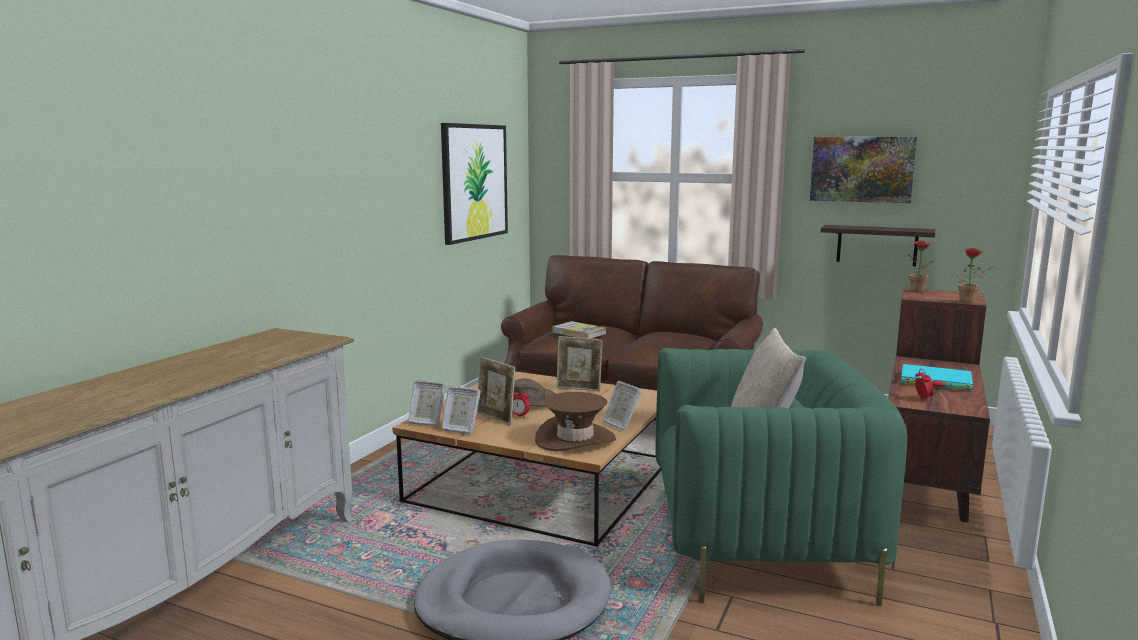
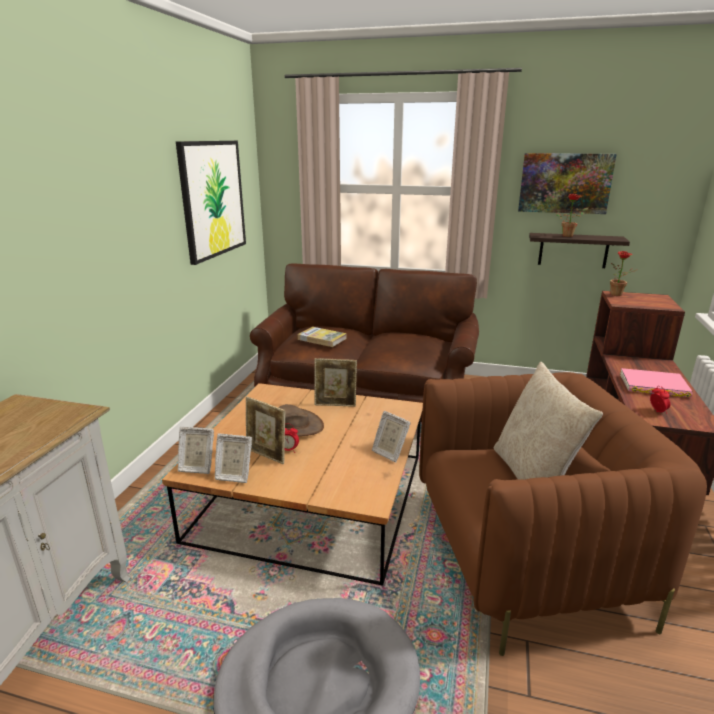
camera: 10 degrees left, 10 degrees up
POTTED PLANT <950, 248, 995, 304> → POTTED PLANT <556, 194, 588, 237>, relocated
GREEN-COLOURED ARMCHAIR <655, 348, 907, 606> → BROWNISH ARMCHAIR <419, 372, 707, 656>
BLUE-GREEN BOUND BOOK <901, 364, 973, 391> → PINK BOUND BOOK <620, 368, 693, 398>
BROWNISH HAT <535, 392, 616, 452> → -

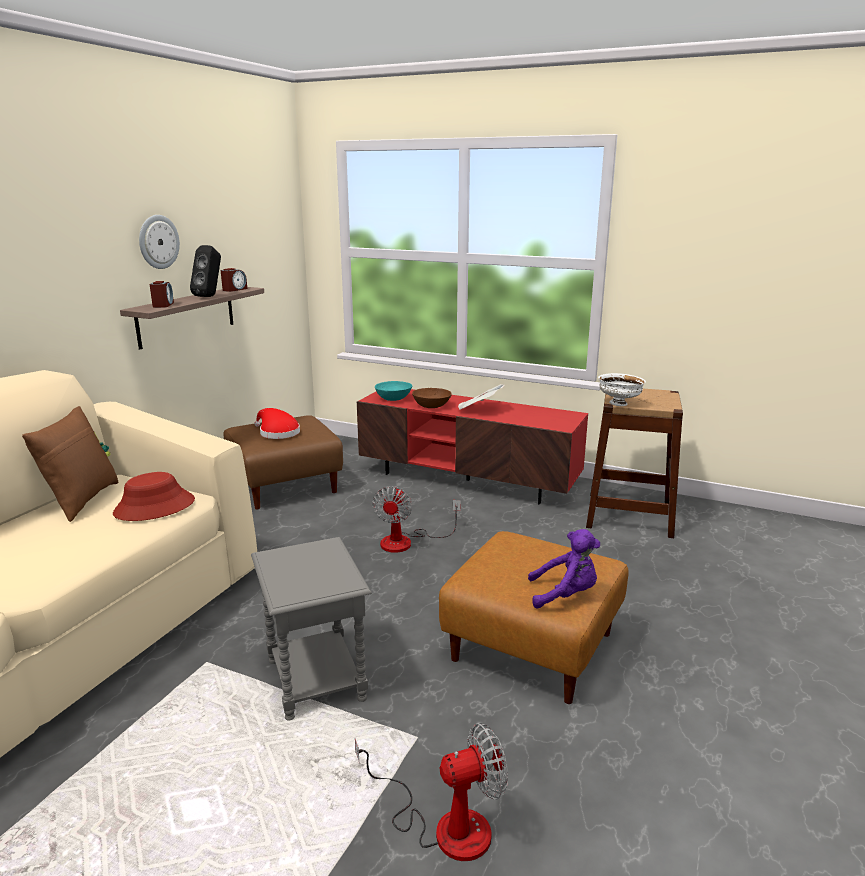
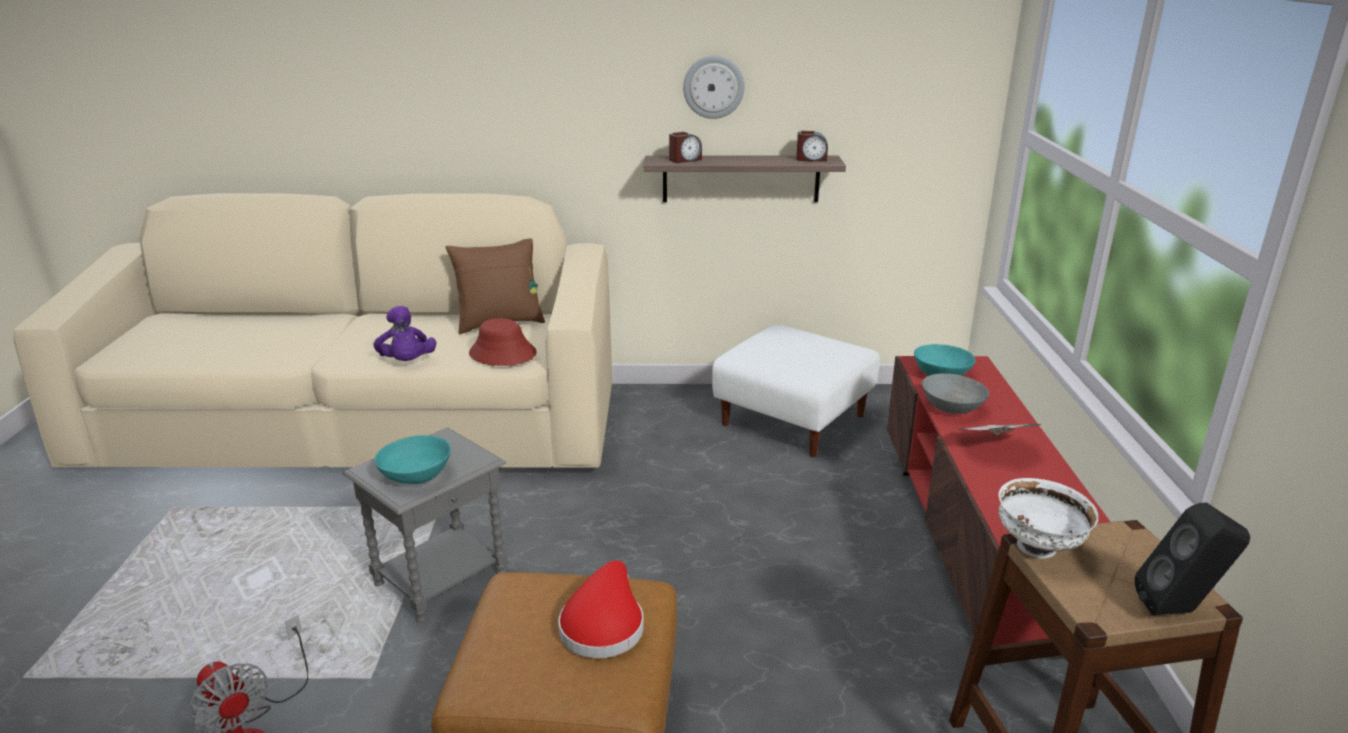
camera: 65 degrees right, 5 degrees up
BLACK-COLOURED SPEAKER <190, 245, 221, 297> → BLACK-COLOURED SPEAKER <1135, 502, 1250, 615>, relocated
BROWNISH DEEP DISH <412, 388, 452, 408> → GREYISH DEEP DISH <922, 373, 989, 414>
RED-COLOURED HAT <254, 408, 300, 439> → RED-COLOURED HAT <558, 560, 644, 658>, relocated
BROWNISH OTTOMAN <223, 415, 343, 509> → WHITISH OTTOMAN <712, 325, 880, 457>
COOLING FAN <372, 486, 461, 553> → -
PURPLISH PLUSH TOY <528, 529, 600, 609> → PURPLISH PLUSH TOY <373, 306, 436, 361>, relocated
- → BLUE-GREEN DEEP DISH <374, 435, 451, 484>

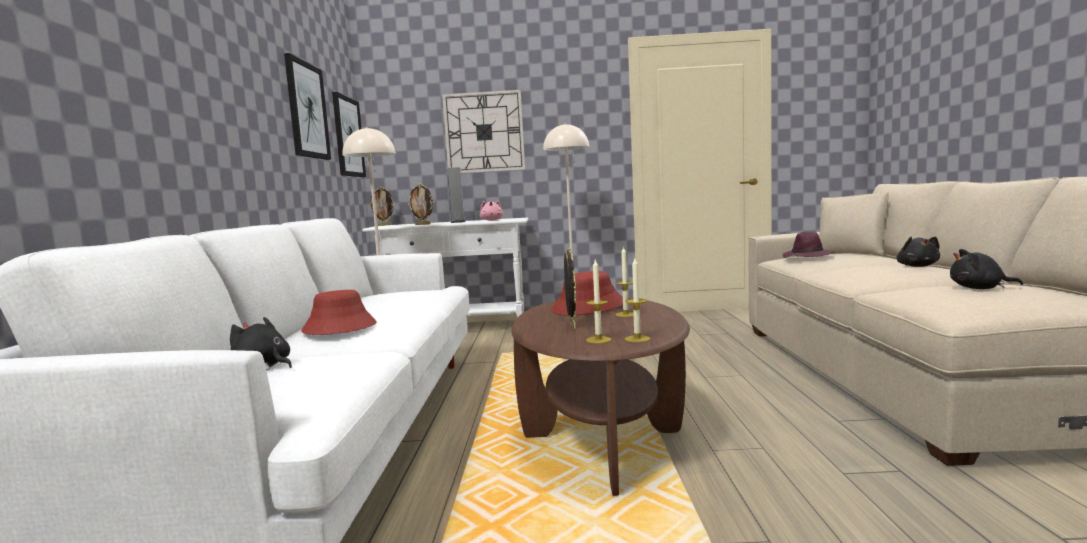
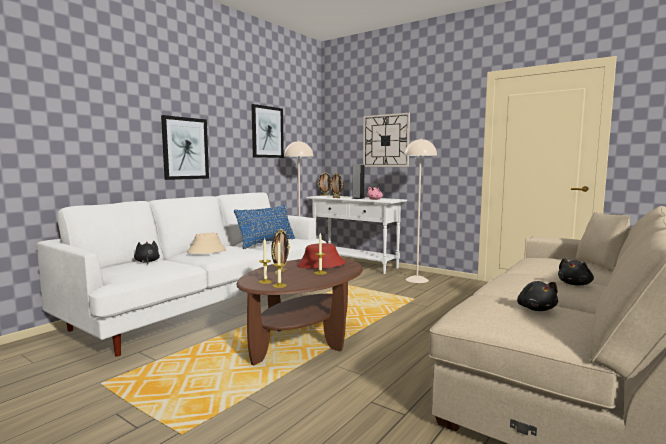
camera: 35 degrees right, 0 degrees up
PICTURE <332, 92, 366, 177> → PICTURE <161, 115, 209, 180>, relocated
PURPLISH HAT <783, 232, 835, 258> → -
BLACK-COLOURED PLUSH TOY <950, 249, 1023, 289> → BLACK-COLOURED PLUSH TOY <517, 281, 558, 311>, 150 degrees counterclockwise
RED-COLOURED HAT <301, 290, 377, 335> → BEIGE HAT <187, 233, 226, 254>
- → BLUE-COLOURED CUSHION <234, 204, 295, 249>

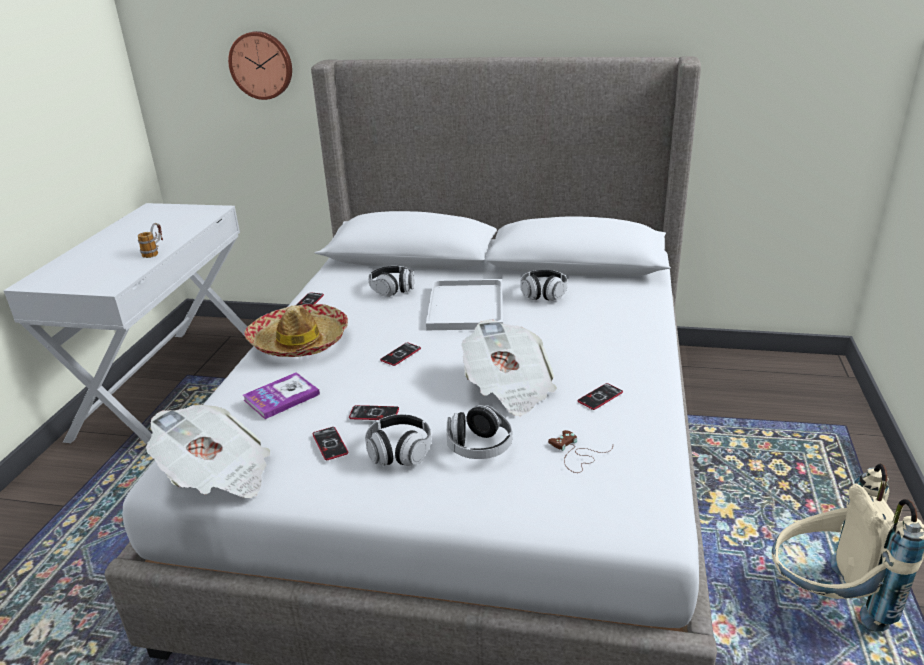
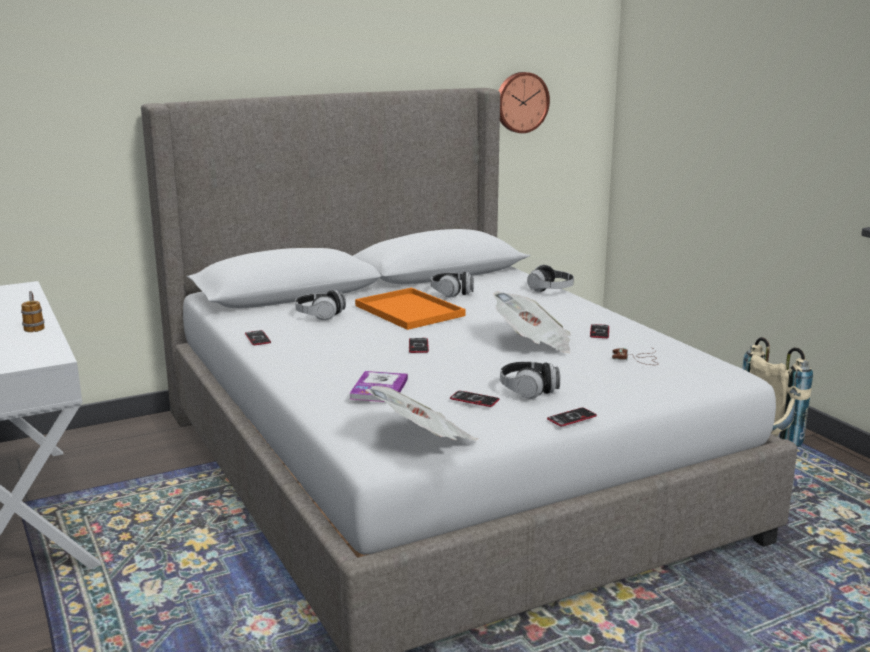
camera: 40 degrees left, 10 degrees down
WALL CLOCK <228, 31, 292, 100> → WALL CLOCK <498, 72, 550, 133>, relocated
WHITISH TRAY <426, 279, 503, 330> → ORANGEY TRAY <355, 287, 466, 330>
HAT <244, 304, 348, 357> → -
TELEPHONE <349, 405, 399, 420> → TELEPHONE <547, 408, 597, 427>, relocated
PAIR OF HEADPHONES <446, 405, 512, 459> → PAIR OF HEADPHONES <527, 265, 574, 292>, relocated

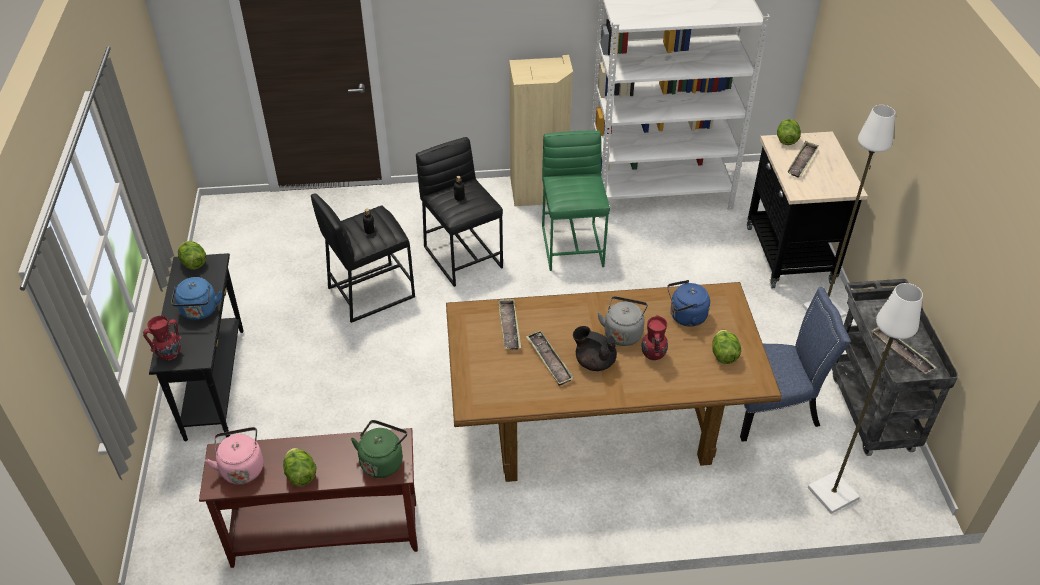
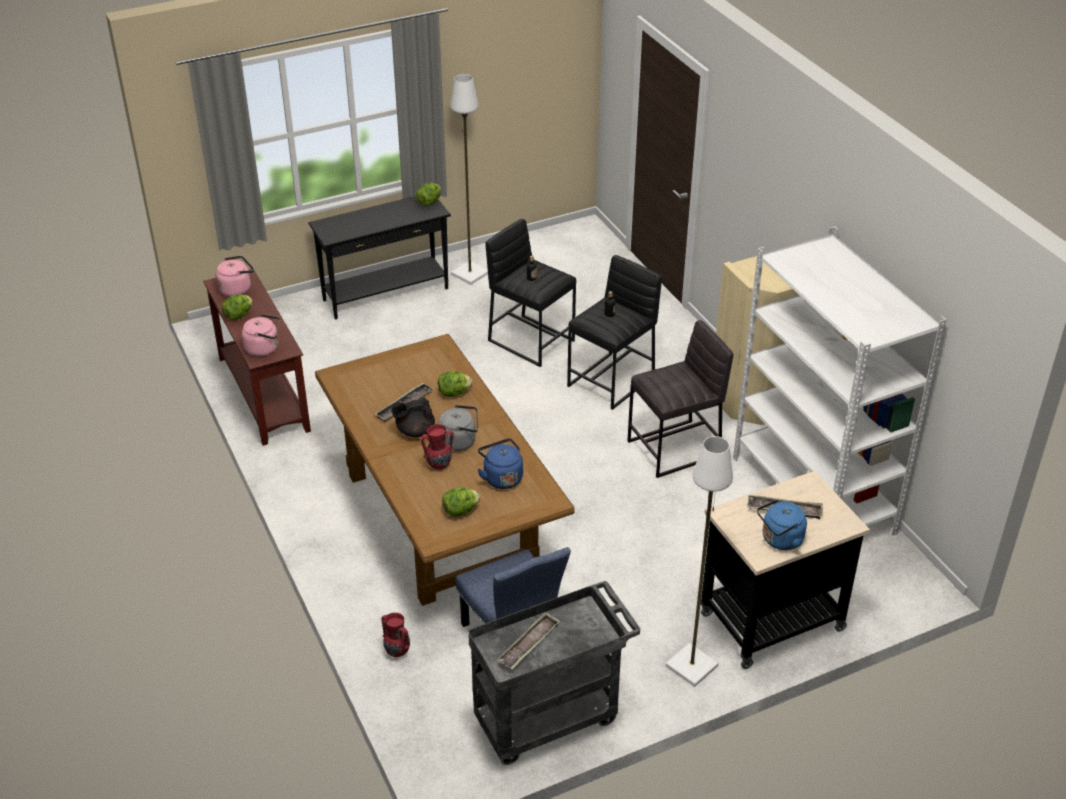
camera: 70 degrees right, 5 degrees down
LETTUCE <777, 119, 801, 145> → LETTUCE <438, 371, 472, 397>, relocated
GREEN-COLOURED SITTING STOOL <542, 130, 610, 271> → GREYISH SITTING STOOL <627, 320, 734, 478>
BLUE-COLOURED KETTLE <171, 277, 222, 320> → BLUE-COLOURED KETTLE <757, 499, 807, 550>, relocated
WHITISH STANDARD LAMP <808, 283, 923, 514> → WHITISH STANDARD LAMP <450, 74, 488, 285>, relocated
TRAY <498, 299, 521, 350> → -
RED-COLOURED FLOWER VASE <143, 316, 181, 360> → RED-COLOURED FLOWER VASE <381, 613, 410, 658>, relocated
BLACK-COLOURED TEAPOT <573, 326, 617, 371> → BLACK-COLOURED TEAPOT <391, 397, 435, 437>, 120 degrees counterclockwise
GREEN-COLOURED KETTLE <351, 420, 407, 478> → PINK KETTLE <242, 314, 281, 357>

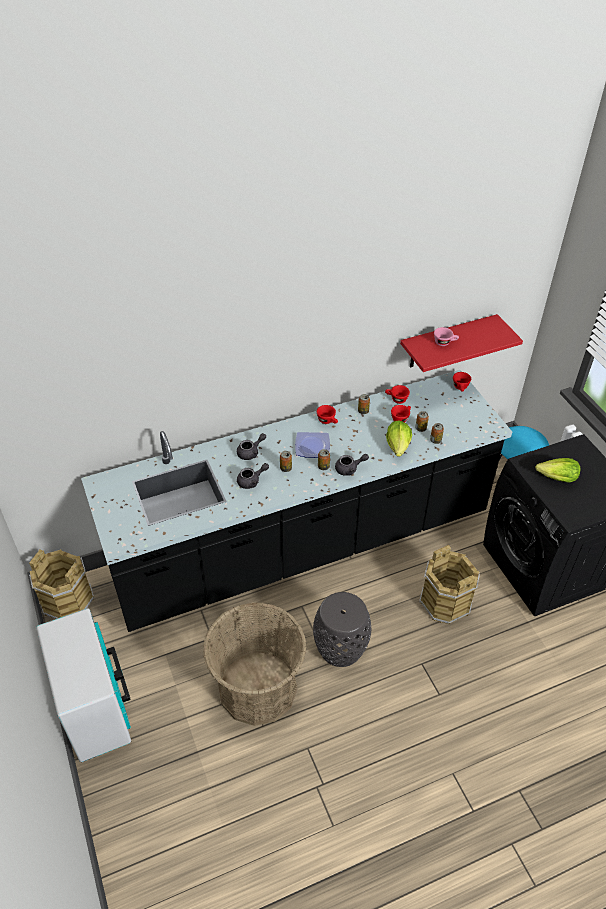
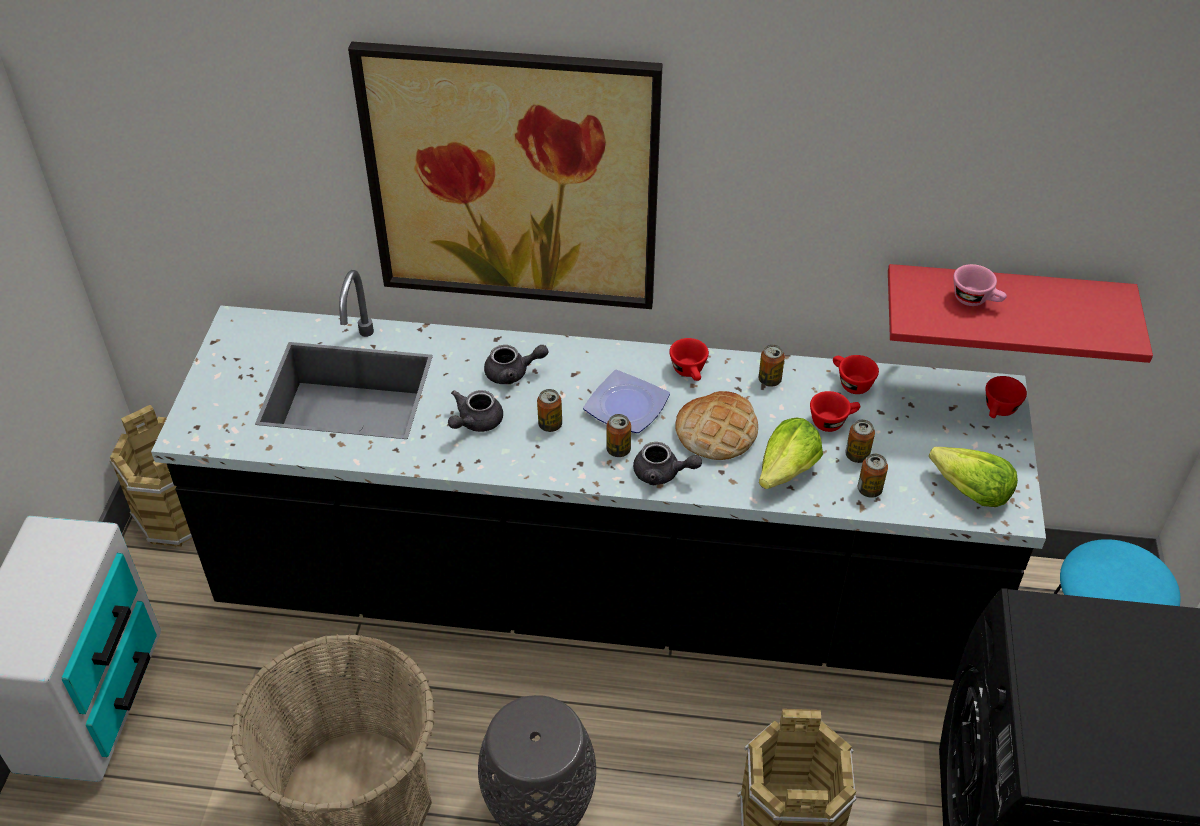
camera: 30 degrees right, 0 degrees up
LETTUCE <536, 458, 581, 483> → LETTUCE <929, 447, 1018, 507>, relocated
GREYISH TEAPOT <237, 463, 269, 489> → GREYISH TEAPOT <448, 390, 503, 432>, 120 degrees clockwise
- → PICTURE <348, 42, 662, 309>
- → BREAD <675, 391, 758, 460>

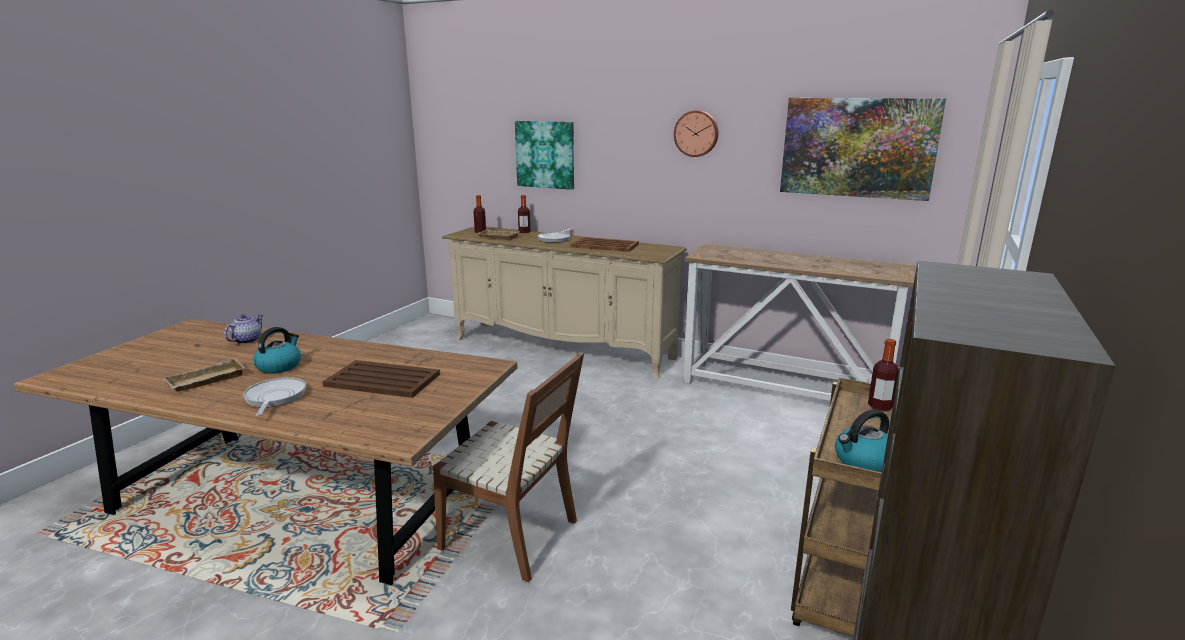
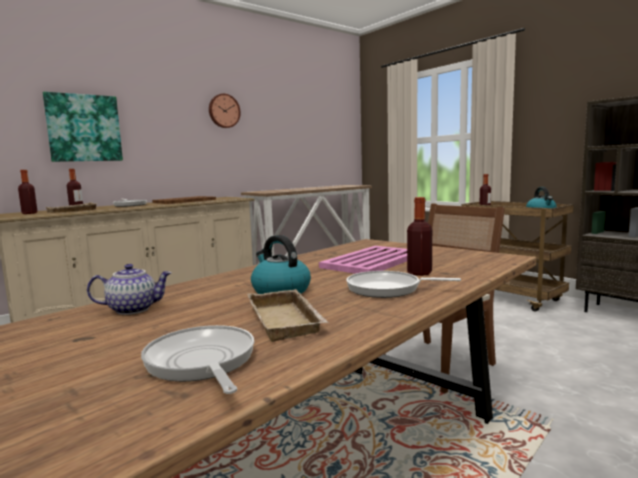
camera: 65 degrees left, 10 degrees down
PICTURE <780, 98, 946, 201> → -
TEAPOT <224, 314, 263, 344> → TEAPOT <87, 264, 172, 315>, 120 degrees clockwise
BROWNISH TRAY <322, 360, 440, 398> → PINK TRAY <319, 246, 407, 274>
- → BEVERAGE BOTTLE <407, 197, 432, 276>
- → PAN <141, 325, 254, 394>

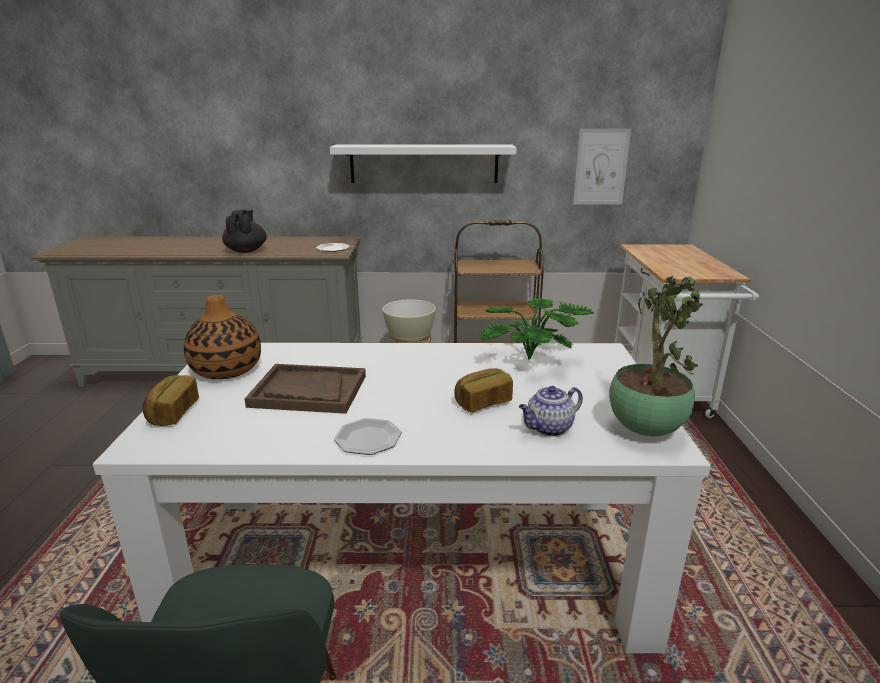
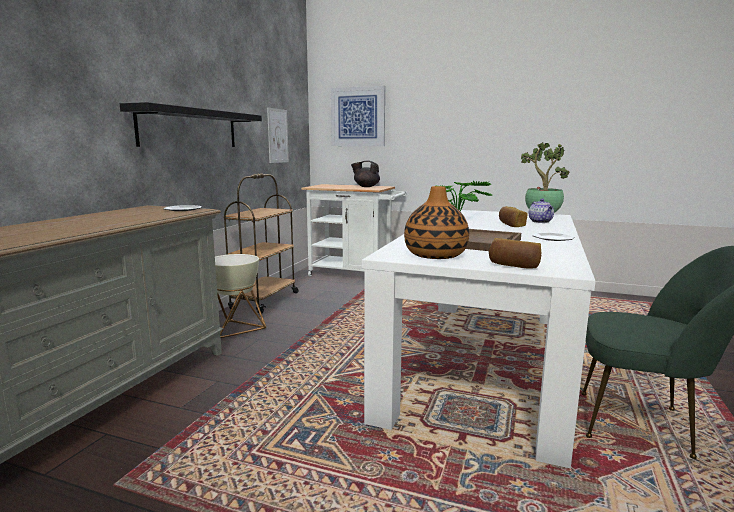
camera: 70 degrees left, 10 degrees down
WHITISH BRACKET SHELF <330, 145, 517, 183> → BLACK-COLOURED BRACKET SHELF <120, 102, 262, 147>
BLACK-COLOURED TEAPOT <222, 210, 267, 253> → BLACK-COLOURED TEAPOT <351, 161, 380, 187>, relocated
- → PICTURE <331, 86, 385, 146>

